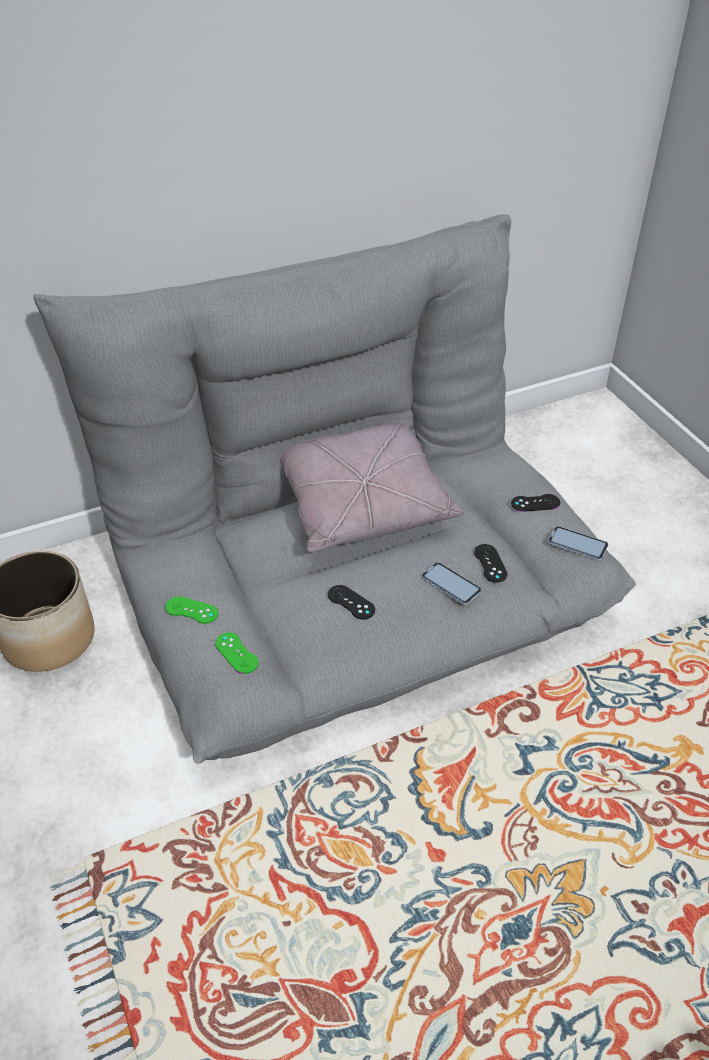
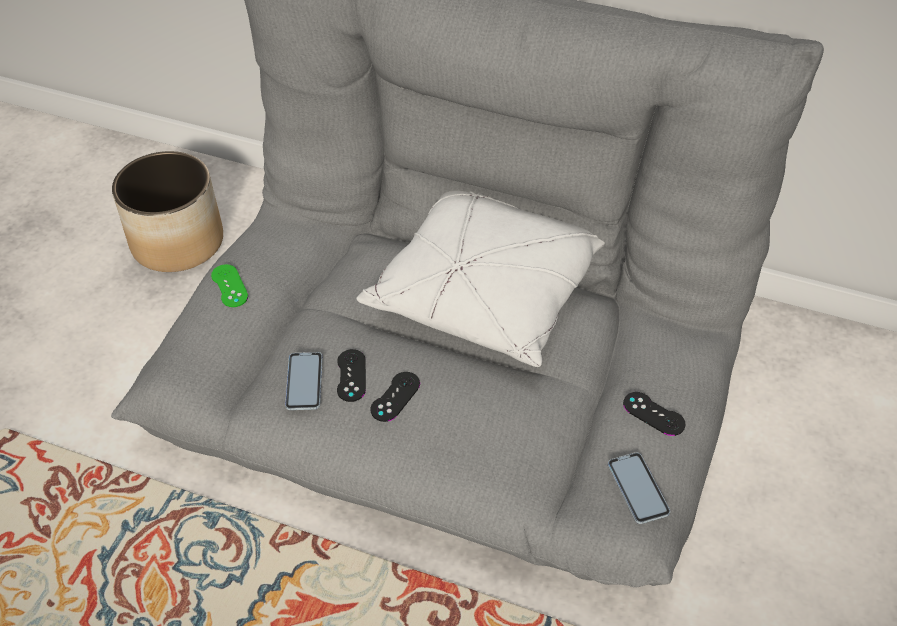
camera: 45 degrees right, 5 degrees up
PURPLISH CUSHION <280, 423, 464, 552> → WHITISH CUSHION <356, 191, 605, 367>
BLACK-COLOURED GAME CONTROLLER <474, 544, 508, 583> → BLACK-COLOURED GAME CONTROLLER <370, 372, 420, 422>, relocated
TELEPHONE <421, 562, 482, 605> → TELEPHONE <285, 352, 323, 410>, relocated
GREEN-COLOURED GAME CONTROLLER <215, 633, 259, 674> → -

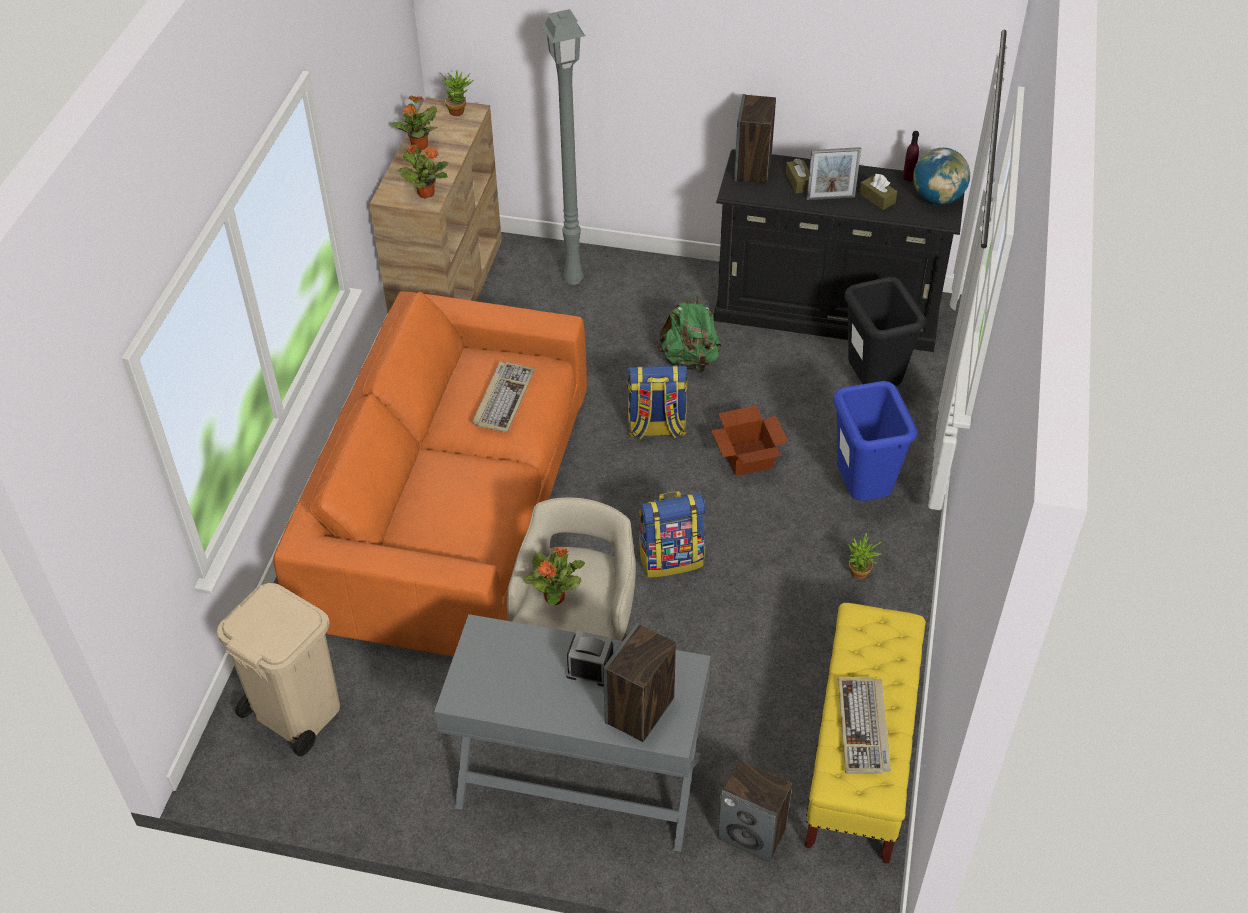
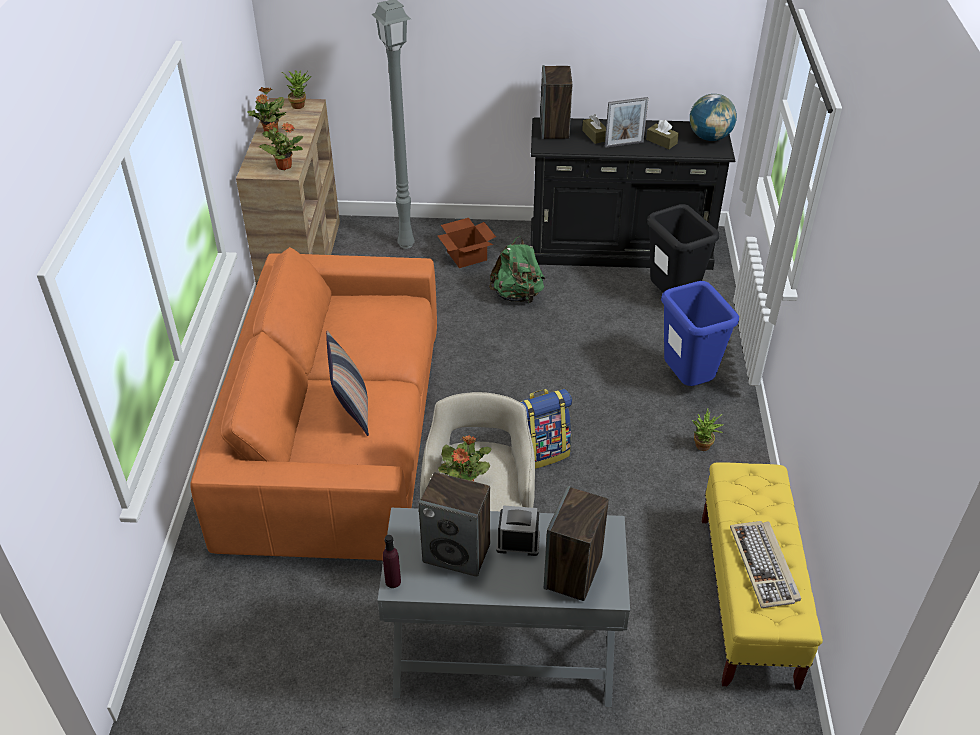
camera: 10 degrees left, 5 degrees down
PURPLISH BEVERAGE BOTTLE <903, 131, 919, 181> → PURPLISH BEVERAGE BOTTLE <383, 535, 401, 588>, relocated
PC KEYBOARD <473, 362, 535, 433> → -
RUCKSACK <627, 365, 688, 439> → -
CARDBOARD BOX <711, 406, 788, 476> → CARDBOARD BOX <437, 218, 496, 268>, relocated
BEIGE TRASH CAN <217, 583, 340, 756> → -
SPEAKER <717, 760, 792, 862> → SPEAKER <418, 472, 490, 577>, relocated
- → CUSHION <326, 330, 369, 436>

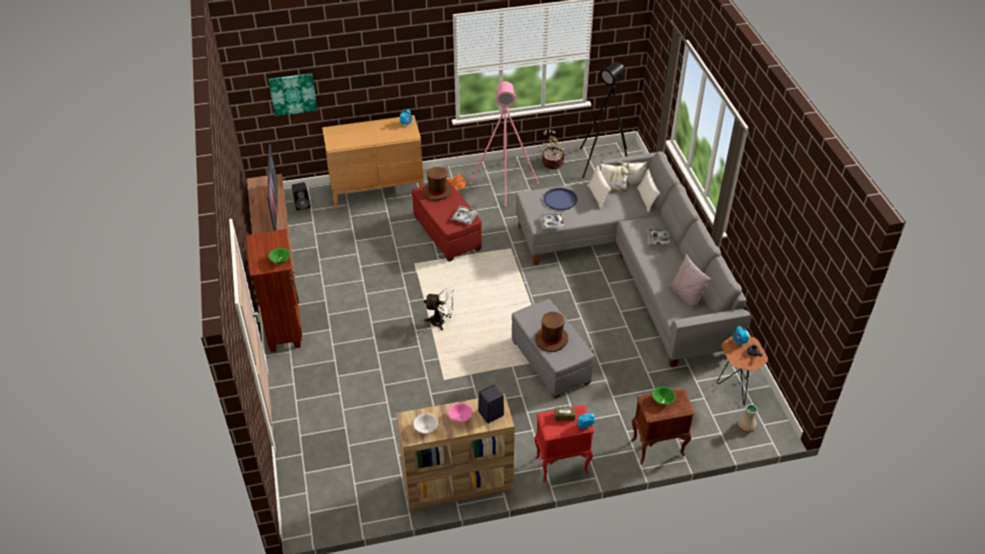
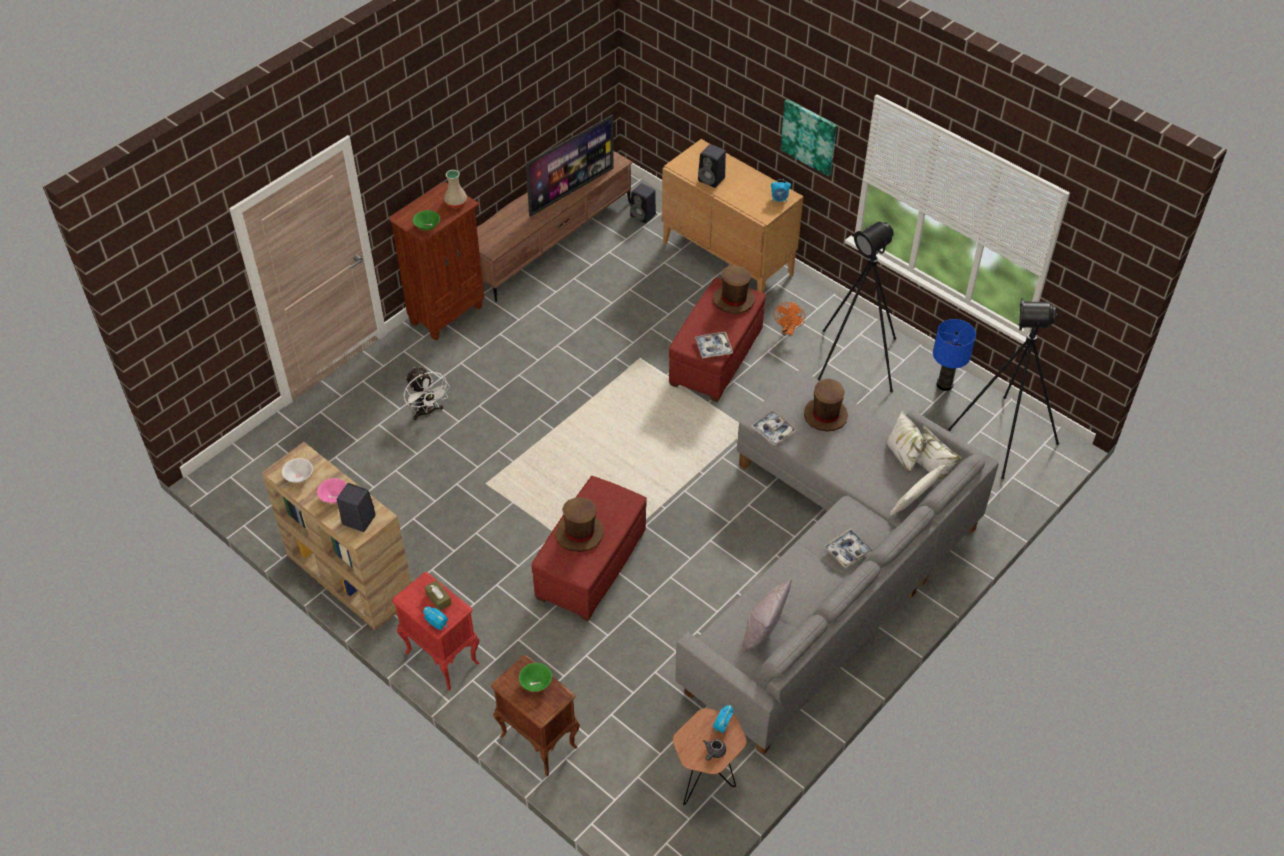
camera: 55 degrees right, 5 degrees up
PICTURE <268, 73, 318, 116> → PICTURE <780, 99, 837, 177>, relocated
PINK STANDARD LAMP <470, 81, 539, 206> → BLACK-COLOURED STANDARD LAMP <818, 222, 896, 392>
POTTED PLANT <538, 128, 565, 169> → BLUE-COLOURED TABLETOP LAMP <933, 319, 976, 391>
WHITISH CUSHION <588, 166, 611, 209> → -
BLUE-COLOURED TRAY <543, 188, 577, 210> → BROWNISH HAT <804, 379, 848, 431>
WHITISH COOLING FAN <424, 286, 454, 331> → WHITISH COOLING FAN <404, 367, 450, 420>, relocated
GREYISH OTTOMAN <512, 299, 595, 399> → RED-COLOURED OTTOMAN <531, 476, 647, 621>
BEIGE FLOWER VASE <738, 404, 757, 433> → BEIGE FLOWER VASE <444, 170, 467, 208>, relocated
- → BLACK-COLOURED SPEAKER <698, 144, 726, 188>

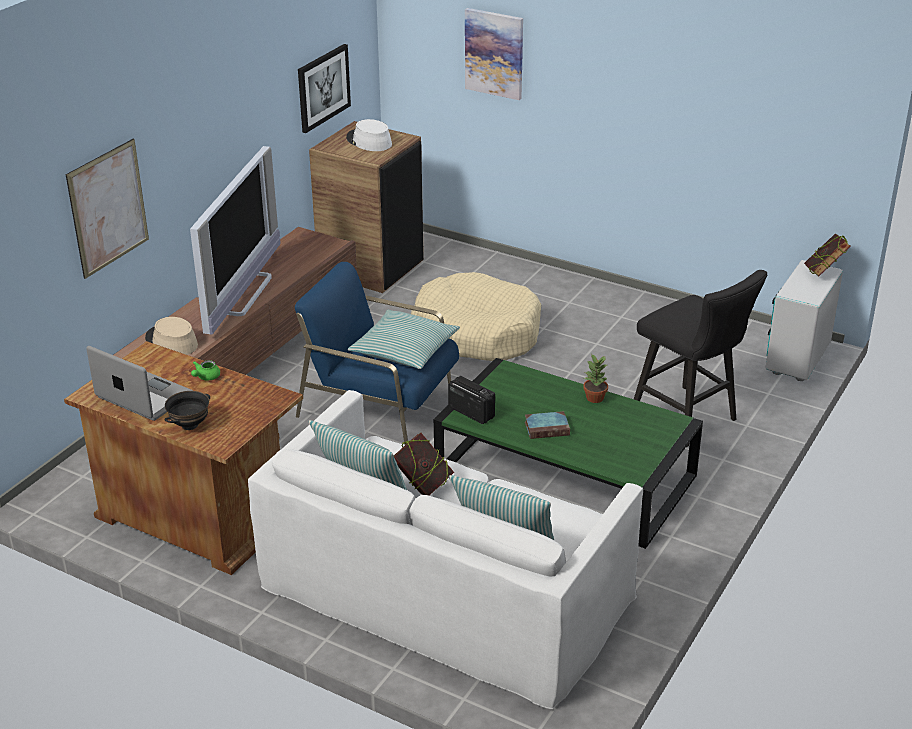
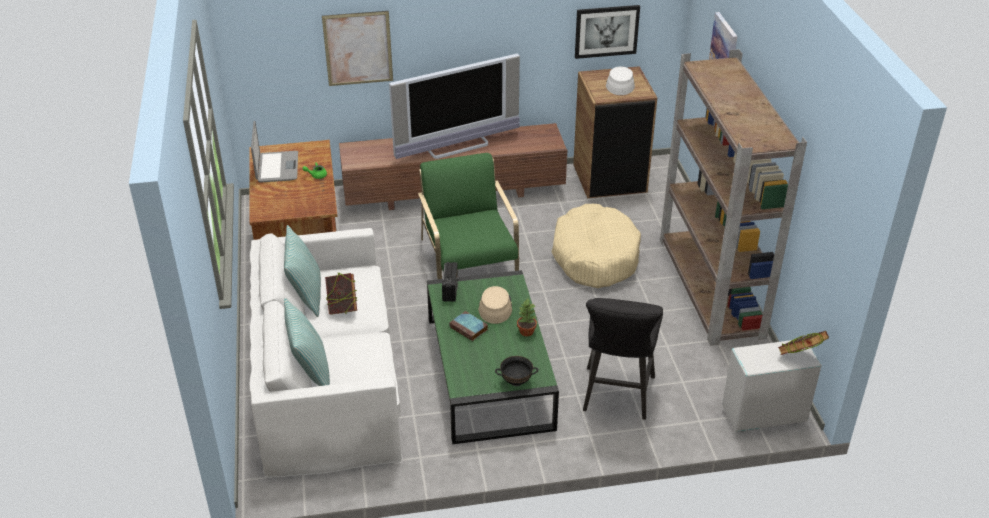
camera: 50 degrees right, 5 degrees up
BLUE-COLOURED ARMCHAIR <295, 262, 459, 445> → GREEN-COLOURED ARMCHAIR <418, 153, 519, 279>
CUSHION <348, 310, 460, 369> → -
BEIGE HAT <145, 317, 198, 355> → BEIGE HAT <478, 286, 512, 324>, relocated
BLACK-COLOURED DEEP DISH <164, 391, 210, 430> → BLACK-COLOURED DEEP DISH <495, 356, 538, 386>, relocated
- → BROWNISH BOOKSHELF <660, 49, 807, 346>

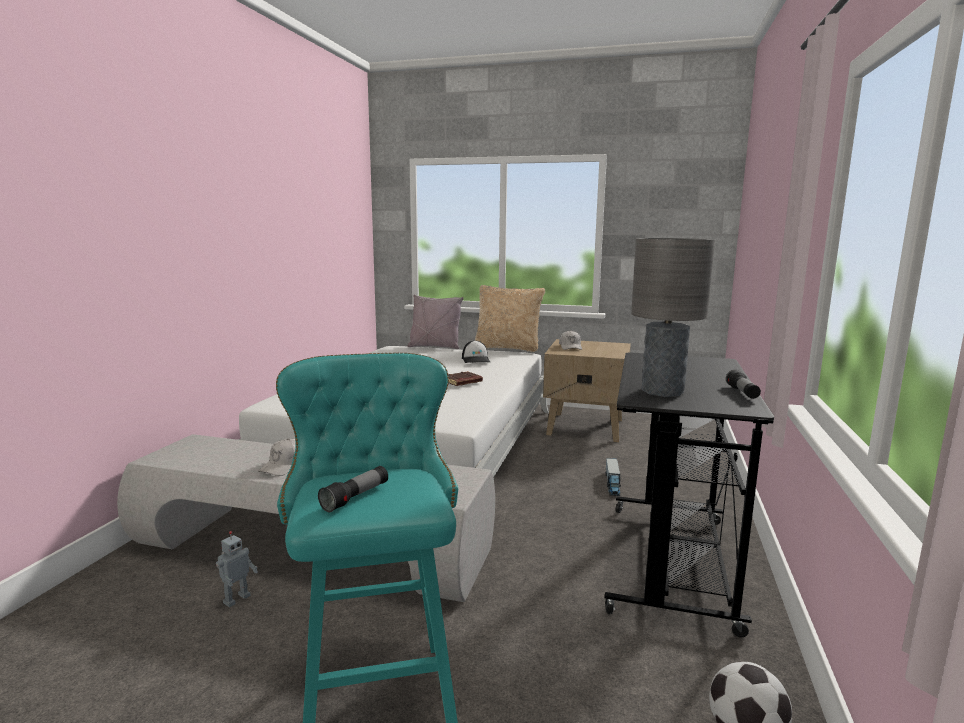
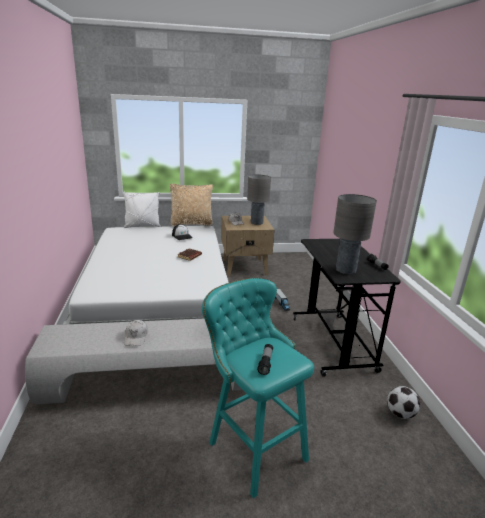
camera: 25 degrees left, 10 degrees up
PURPLISH CUSHION <407, 294, 463, 349> → WHITISH CUSHION <123, 192, 161, 228>
ROBOT FIGURE <216, 531, 258, 607> → -
- → GREYISH TABLETOP LAMP <247, 174, 271, 225>

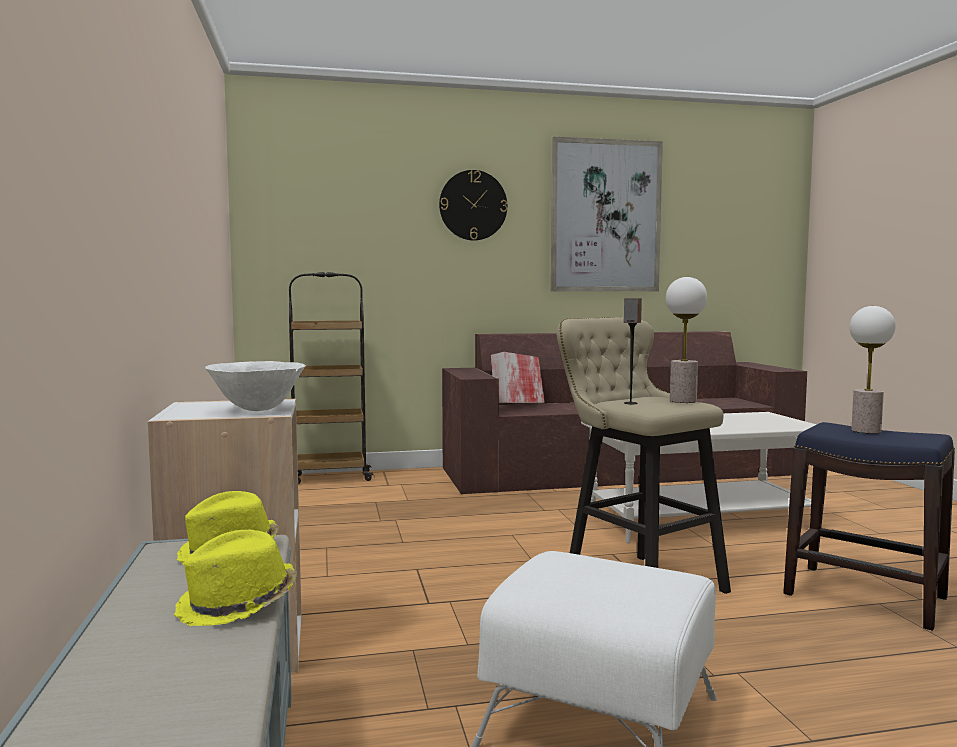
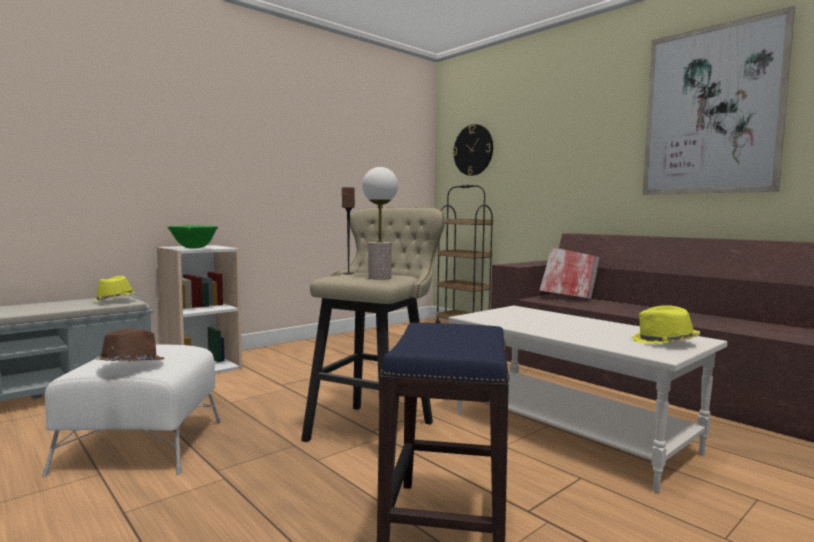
camera: 60 degrees right, 0 degrees up
WALL CLOCK <439, 170, 507, 241> → WALL CLOCK <453, 124, 493, 176>, relocated
TABLETOP LAMP <850, 306, 895, 434> → -
WHITISH DEEP DISH <205, 361, 306, 411> → GREEN-COLOURED DEEP DISH <168, 225, 219, 249>
YELLOW HAT <174, 530, 297, 626> → YELLOW HAT <631, 305, 700, 344>, relocated
- → BROWNISH HAT <96, 329, 165, 361>

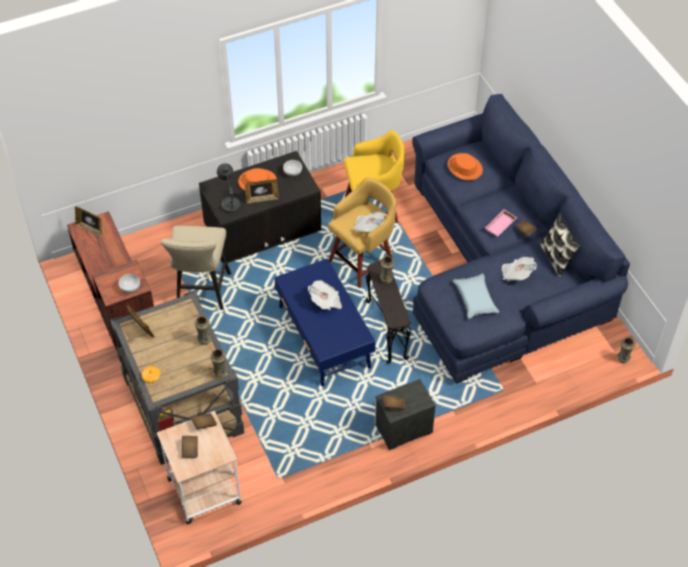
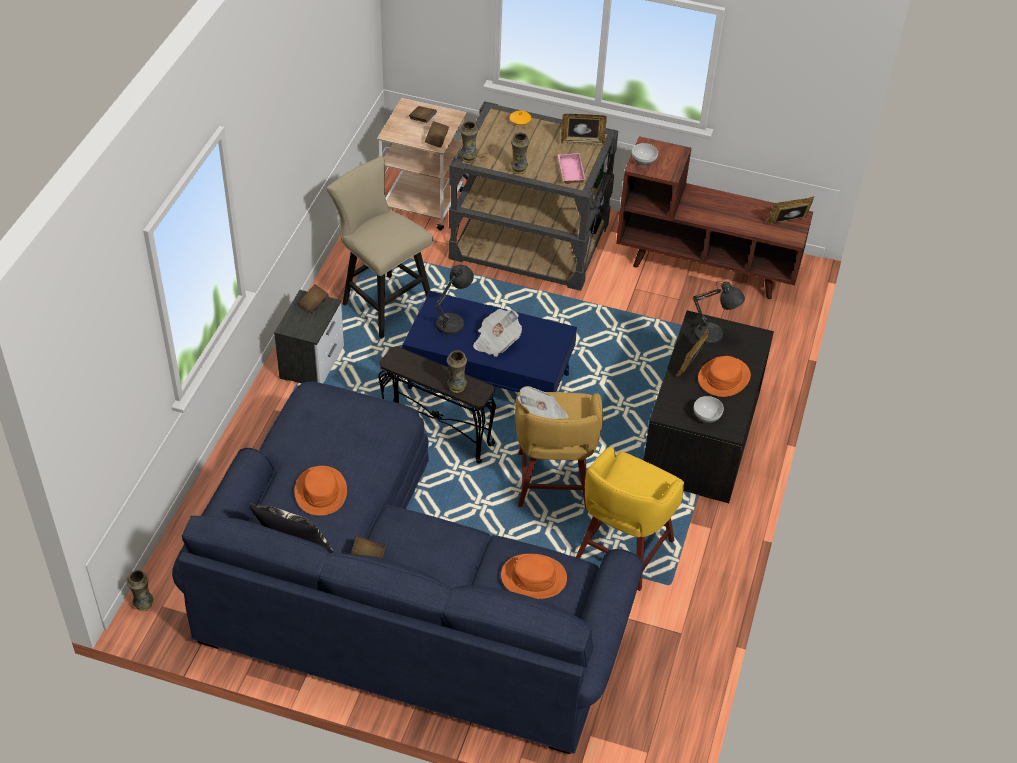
camera: 130 degrees right, 5 degrees down
PINK TRAY <485, 209, 517, 236> → PINK TRAY <558, 153, 586, 184>, relocated
BEIGE SITTING STOOL <161, 226, 231, 310> → BEIGE SITTING STOOL <327, 156, 433, 339>, relocated
DAILY PAPER <502, 257, 537, 281> → ORANGEY HAT <294, 466, 347, 516>
BLUE-COLOURED CUSHION <453, 273, 499, 319> → -
- → GREYISH TABLETOP LAMP <435, 265, 474, 342>

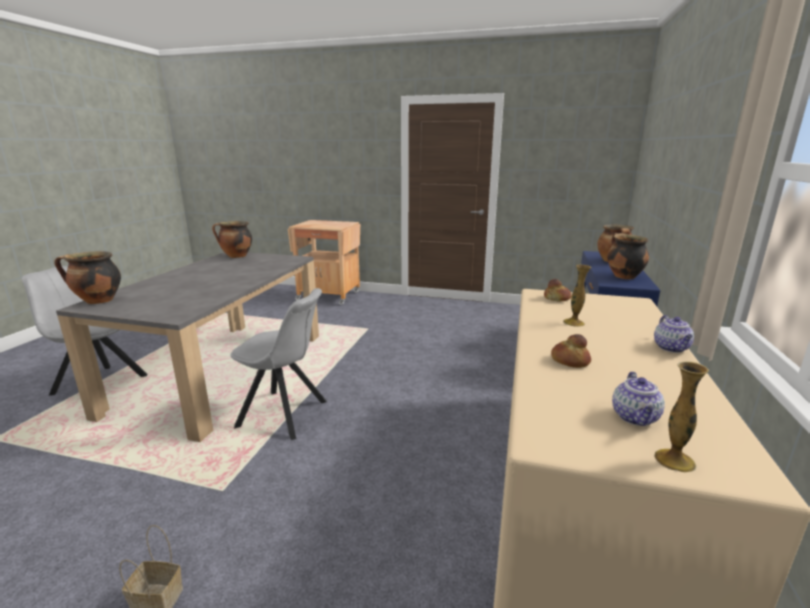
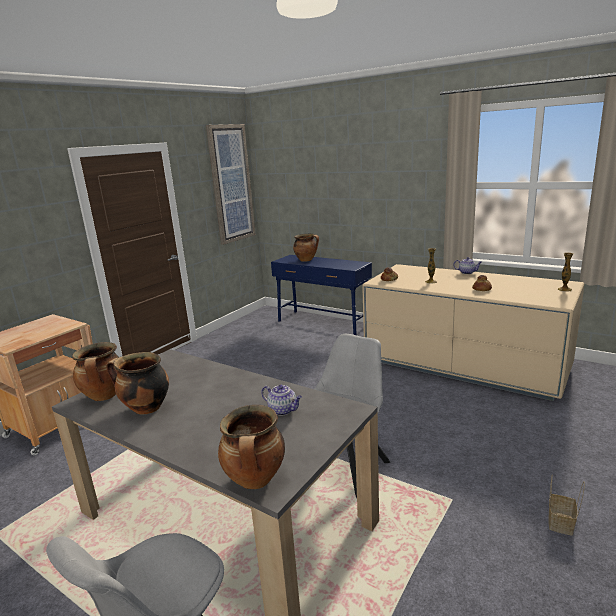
camera: 70 degrees left, 0 degrees up
STOCKPOT <607, 233, 649, 279> → STOCKPOT <106, 352, 169, 415>, relocated
TEAPOT <612, 372, 665, 426> → TEAPOT <261, 385, 302, 416>, relocated
- → PICTURE <206, 124, 256, 245>

